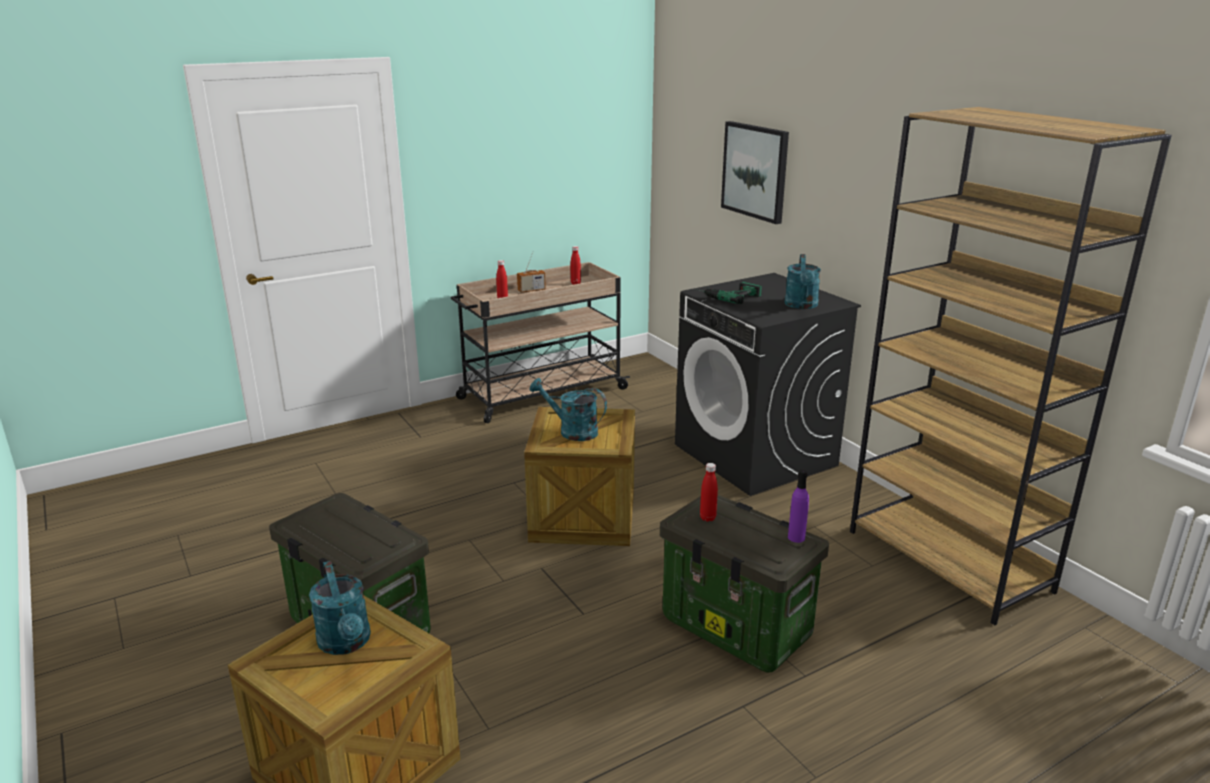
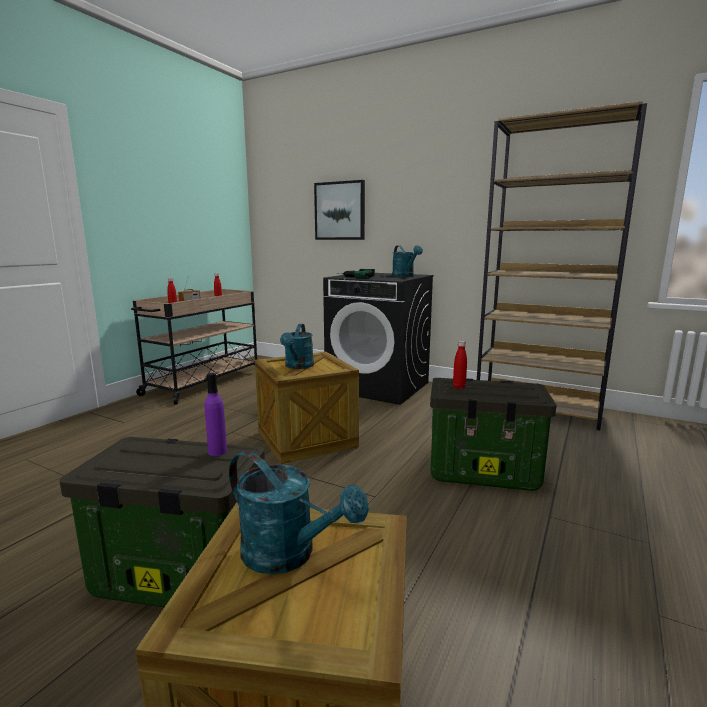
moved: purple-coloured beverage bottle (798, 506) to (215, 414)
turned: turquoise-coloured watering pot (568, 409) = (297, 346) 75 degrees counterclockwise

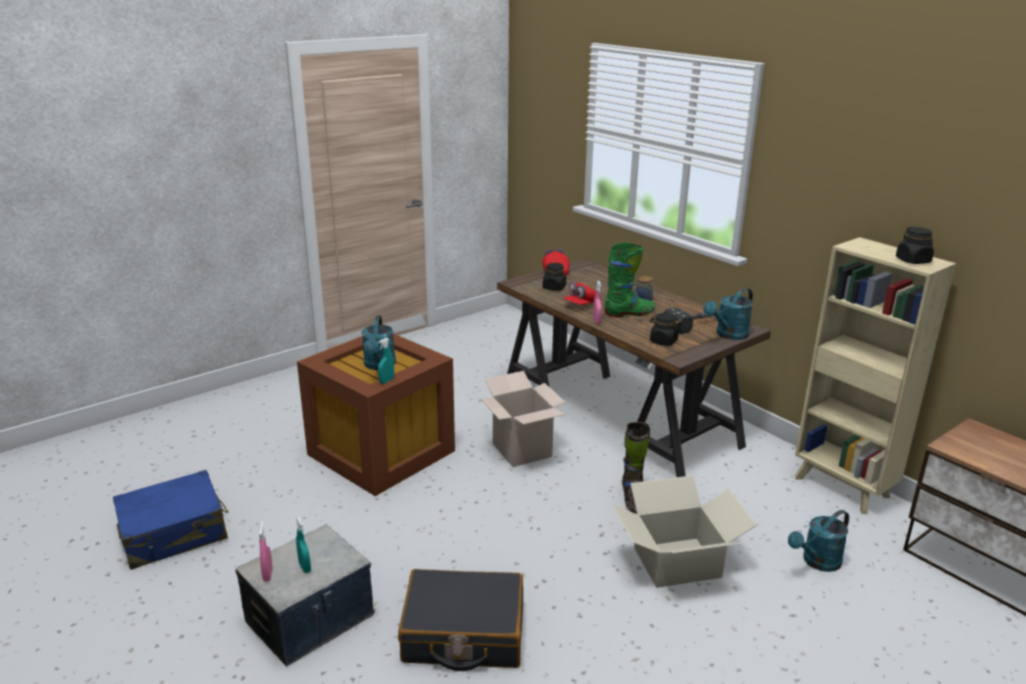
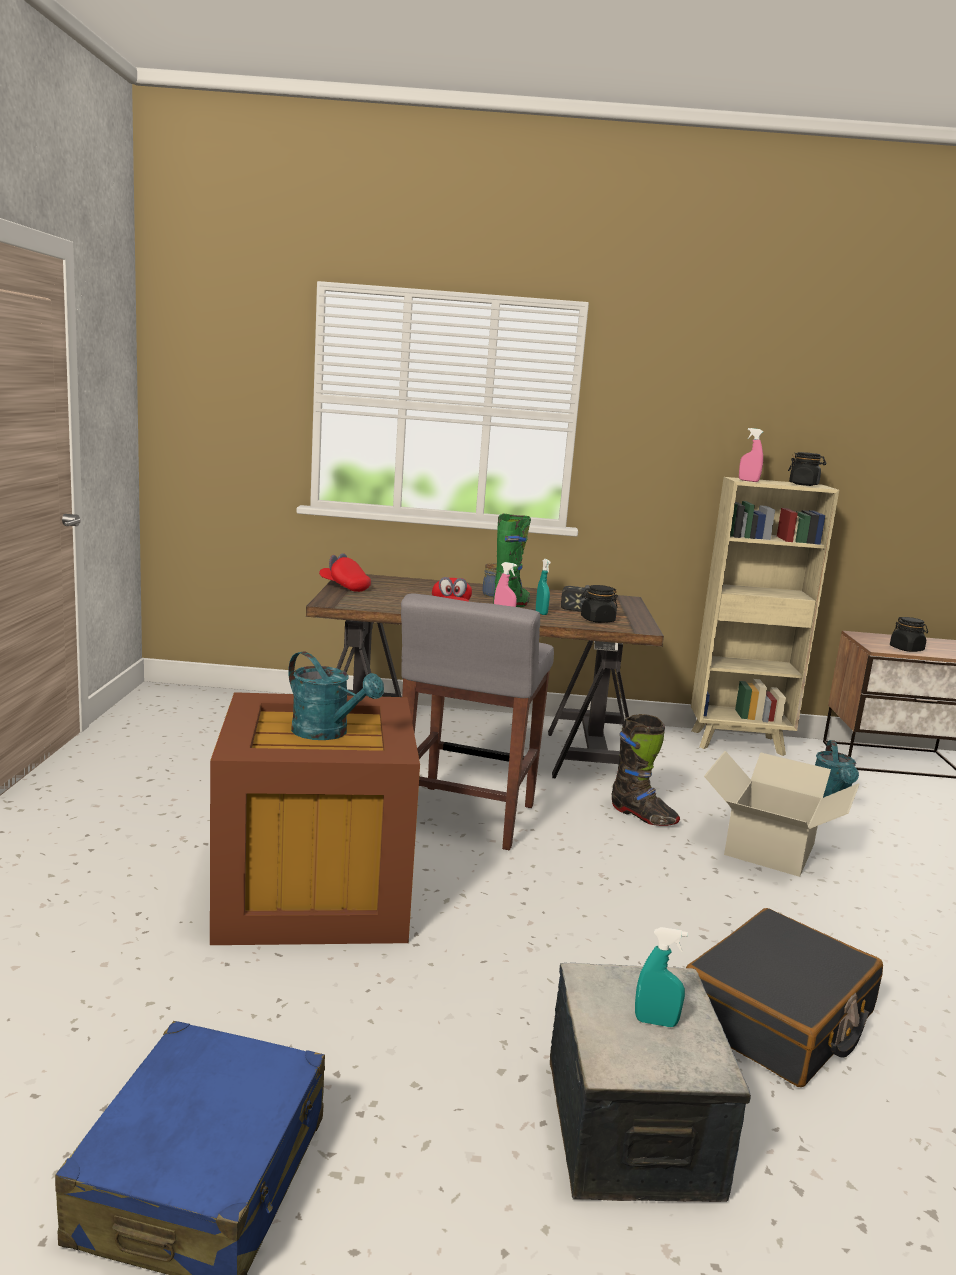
removed: turquoise-coloured watering pot (728, 314)
moved: blackish storage jar (554, 277) to (909, 634); turquoise-coloured spray bottle (386, 360) to (543, 587); pink-coloured spray bottle (266, 551) to (751, 455)
replaced: carton (523, 419) to gray stool (477, 721)

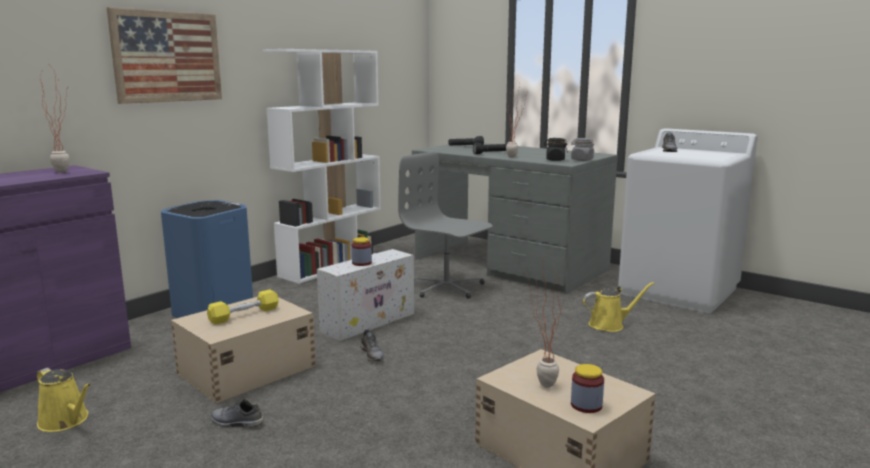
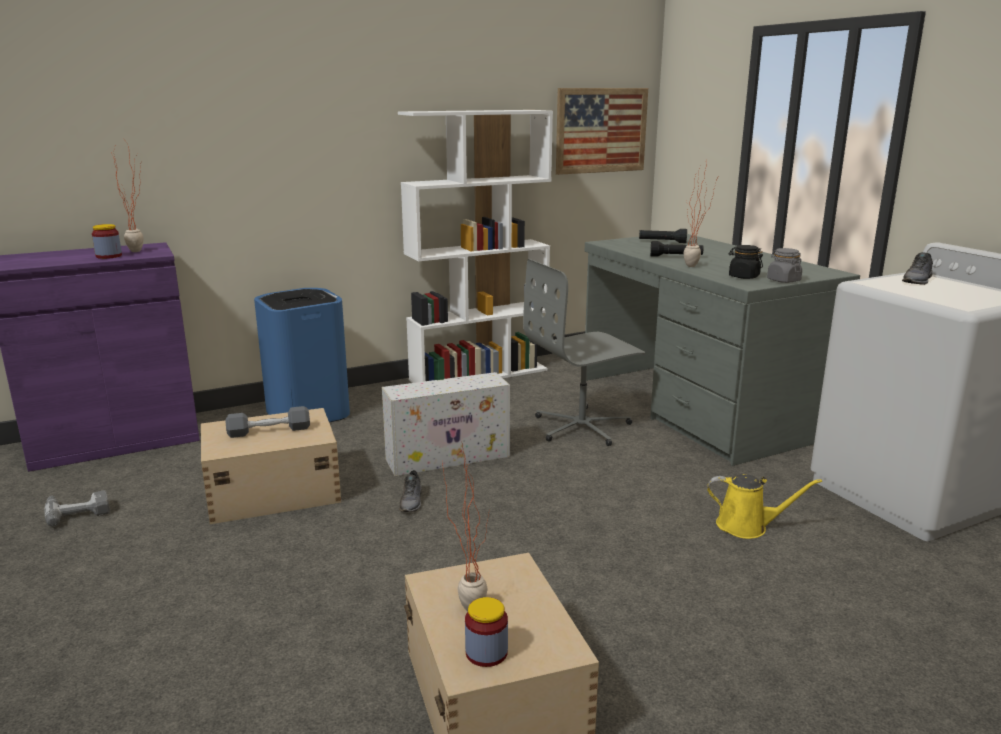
removed: gray item of footwear (237, 413)
moved: picture (164, 55) to (602, 131); storage jar (362, 251) to (107, 241)
replaced: yellow watering pot (64, 400) to electric drill (77, 508)
recoloured: yellow hand weight (243, 307) to gray hand weight (268, 422)
turned: gray desk chair (445, 224) = (584, 352) 90 degrees counterclockwise

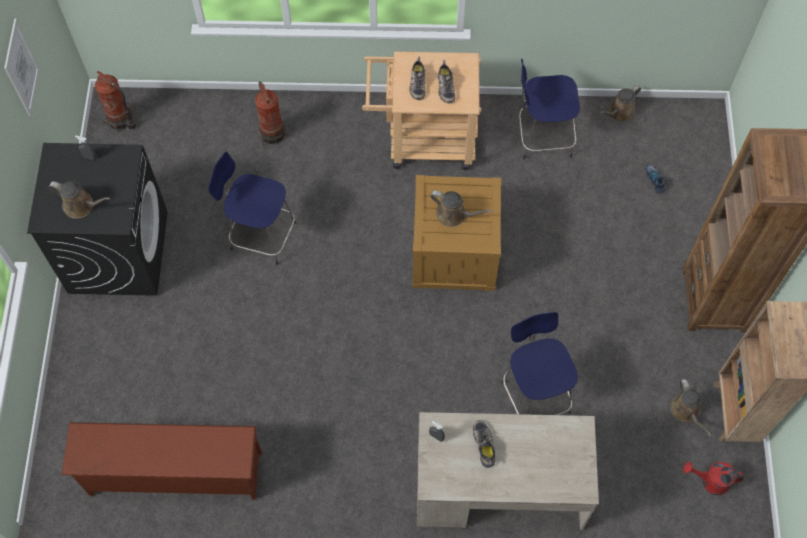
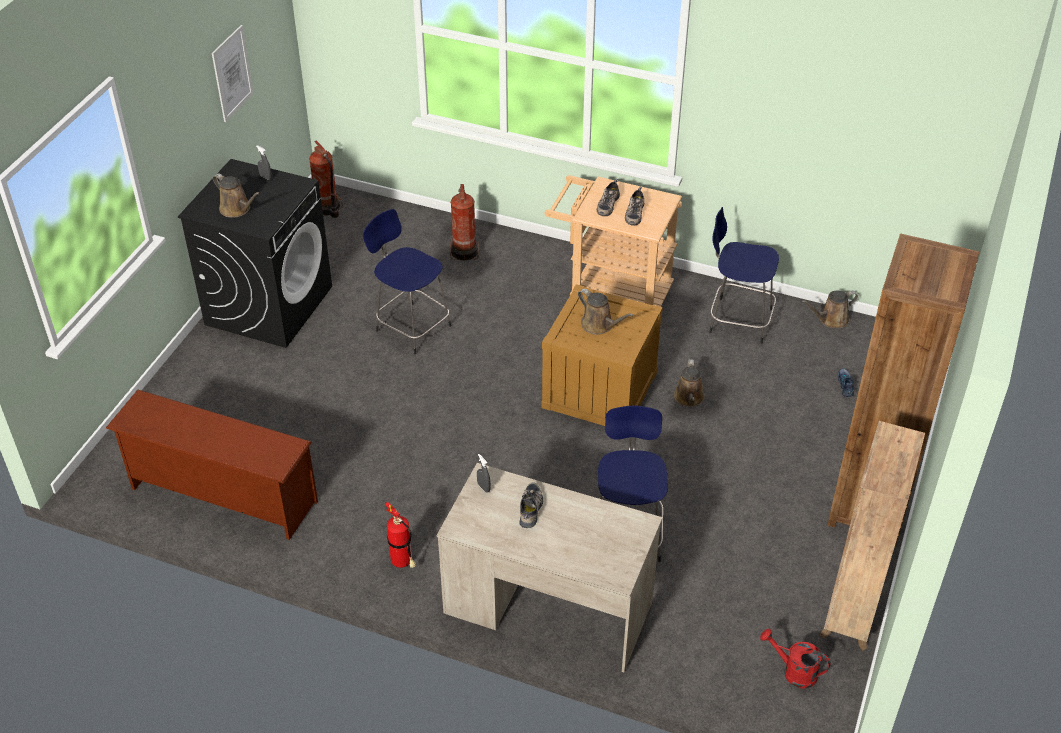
added: fire extinguisher (400, 535)
moved: brown-coloured watering pot (691, 407) to (689, 383)

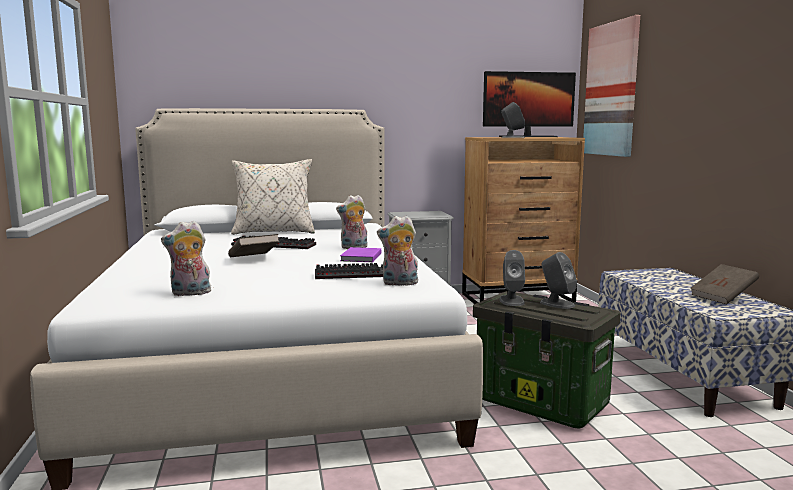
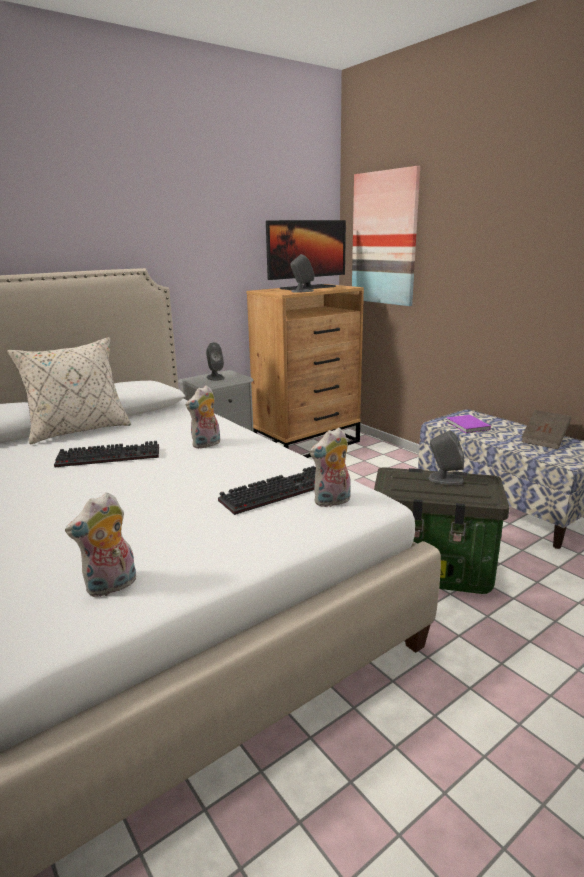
removed: brown-coloured bound book (254, 245)
moved: purple-coloured bound book (360, 254) to (468, 424); gray audio speaker (512, 278) to (215, 361)

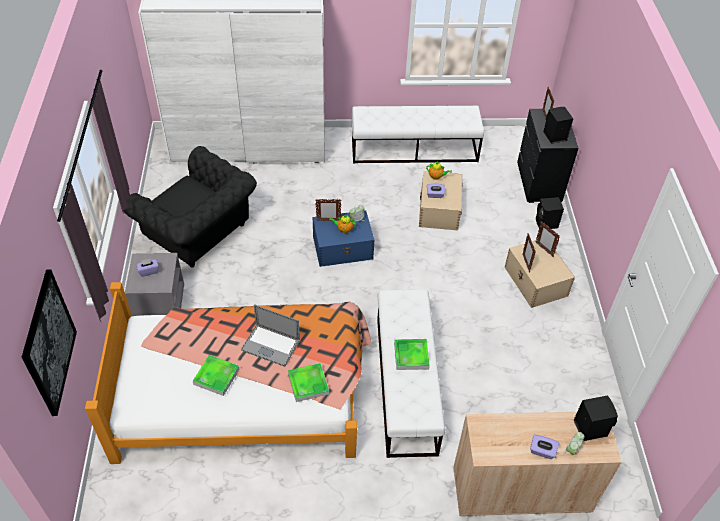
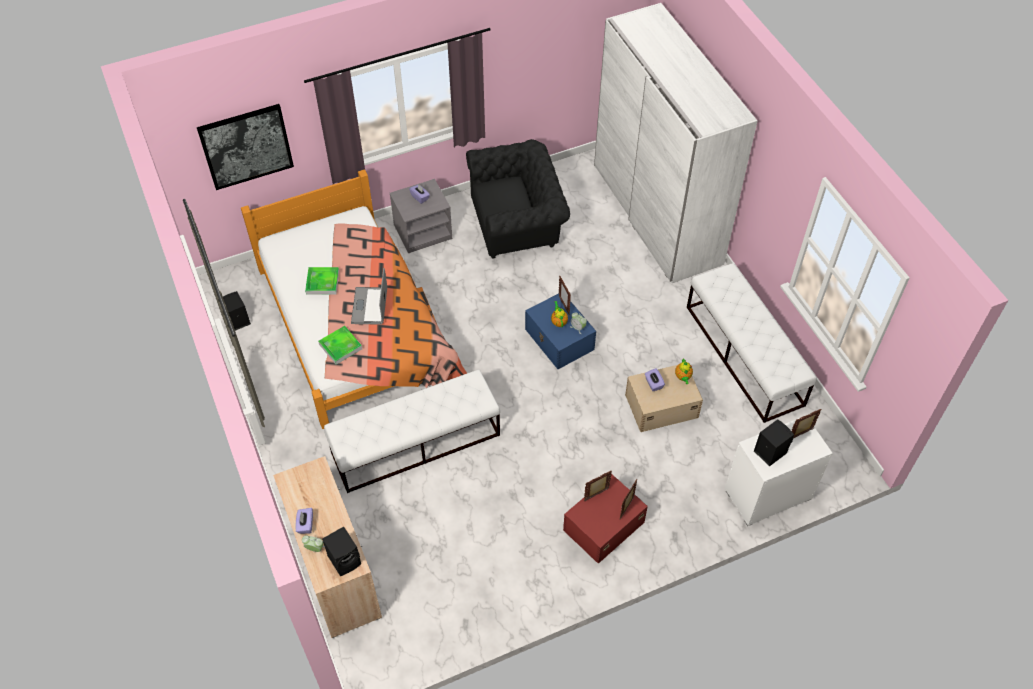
removed: carrying tray (412, 354)
moved: blackish audio speaker (550, 213) to (237, 311)
recoloured: blackish chest of drawers (548, 156) to whitish chest of drawers (779, 472); beige storage bin (540, 274) to reddish storage bin (605, 519)
turned: blackish lounge chair (190, 207) = (518, 198) 120 degrees counterclockwise

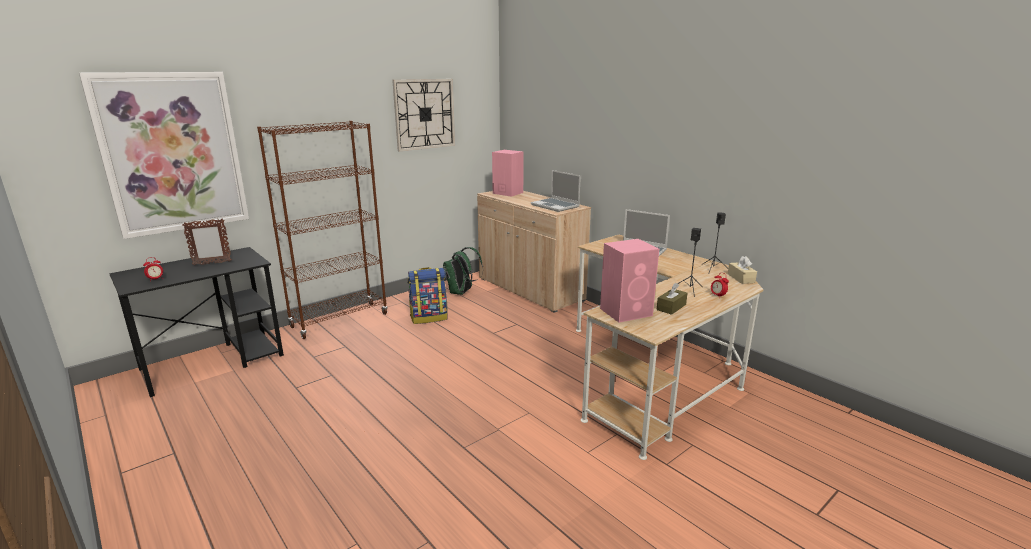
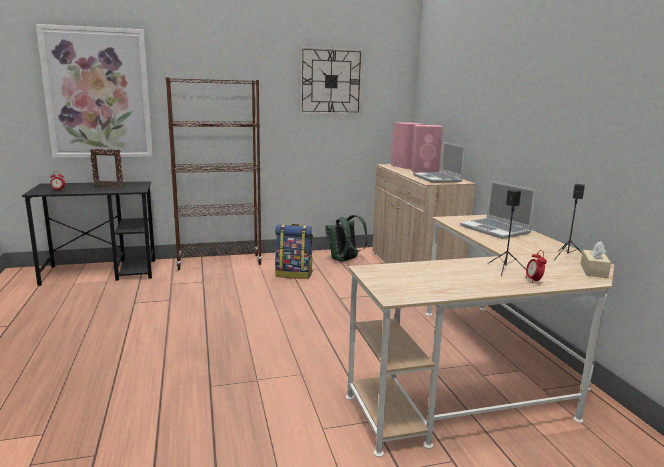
removed: brown-coloured box of tissues (672, 299)
moved: pink-coloured audio speaker (629, 281) to (427, 149)

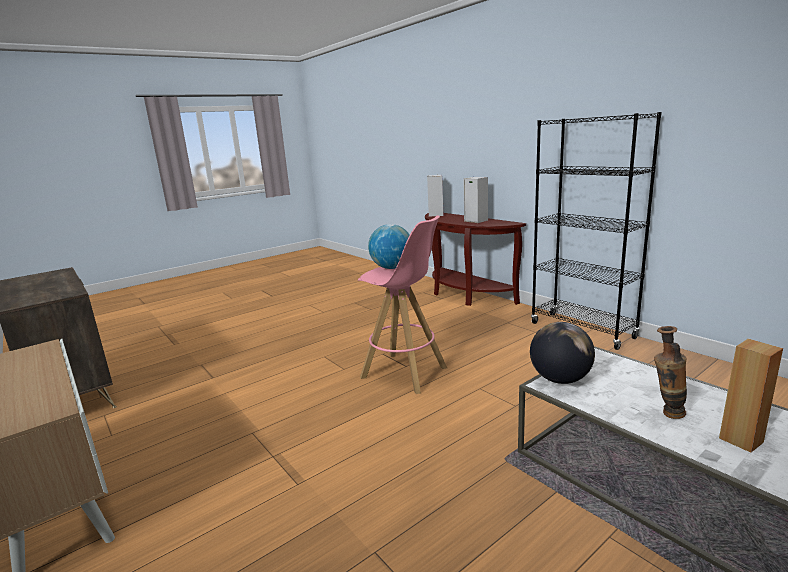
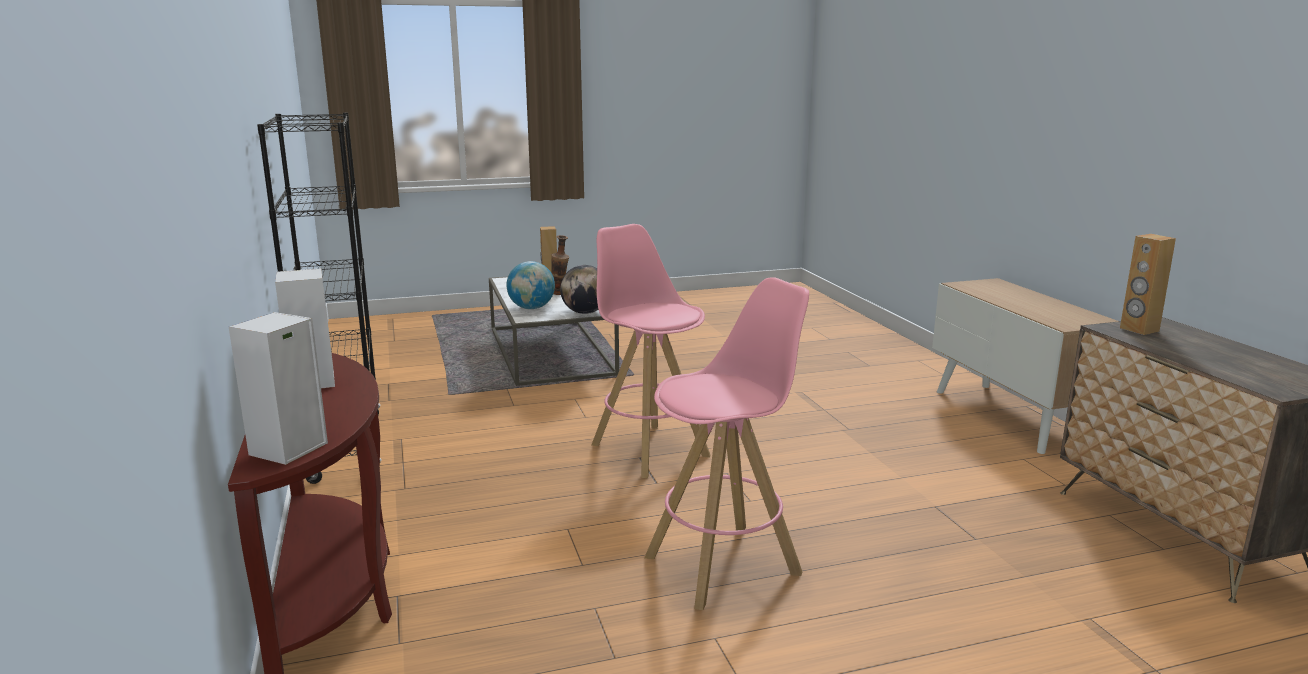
added: brown-coloured audio speaker (1148, 284); pink-coloured stool (726, 443)
moved: desk globe (389, 246) to (531, 285)

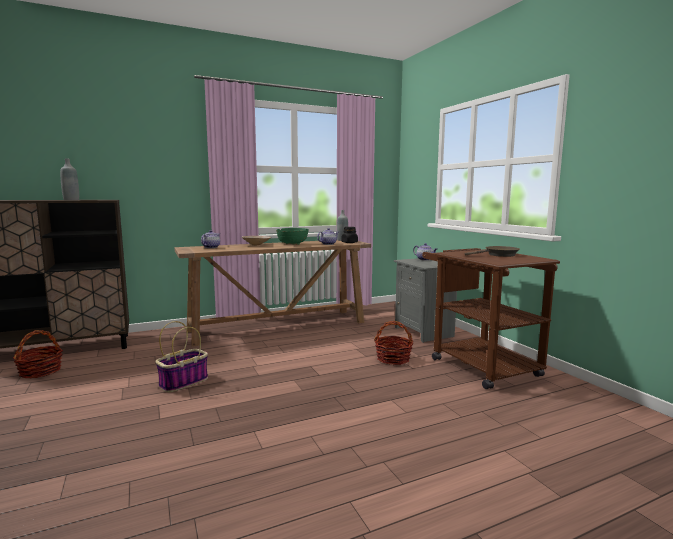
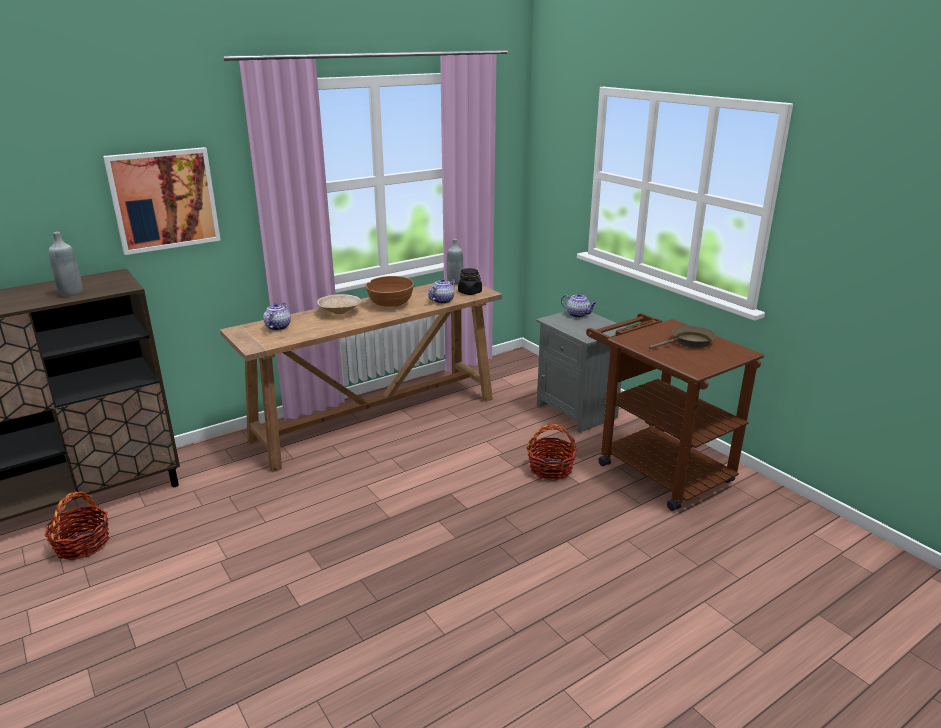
removed: household basket (181, 356)
added: picture (162, 201)
recoloured: greenish bowl (292, 236) to brown-coloured bowl (390, 291)

